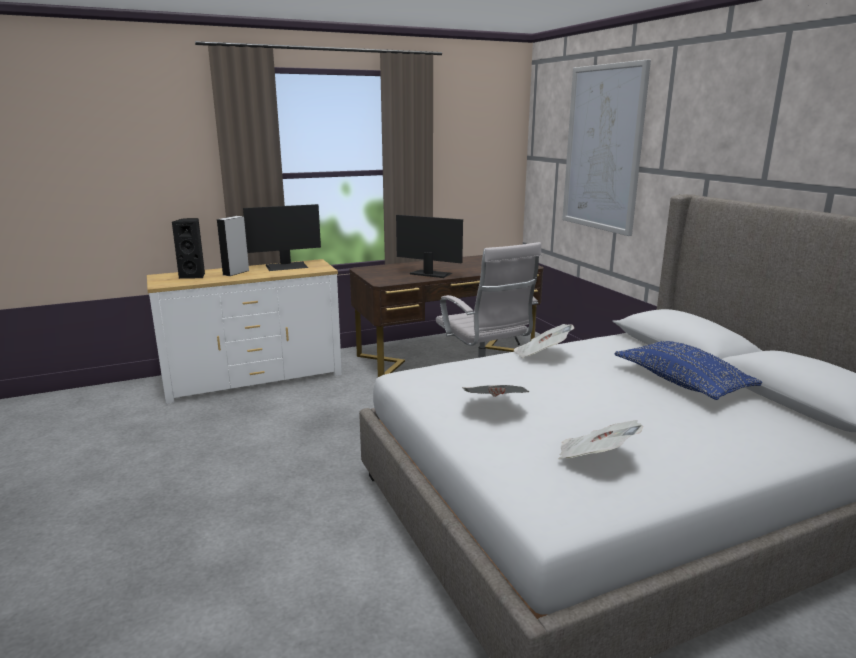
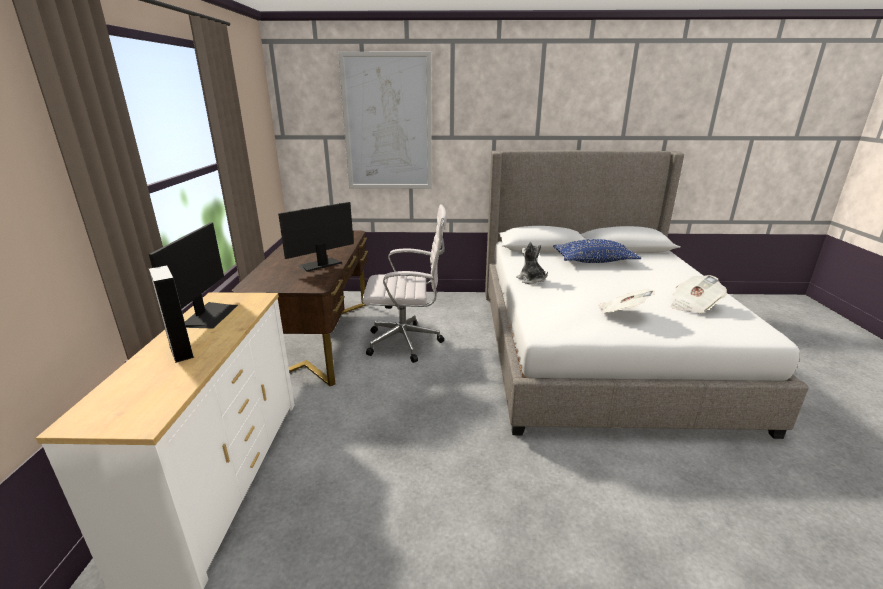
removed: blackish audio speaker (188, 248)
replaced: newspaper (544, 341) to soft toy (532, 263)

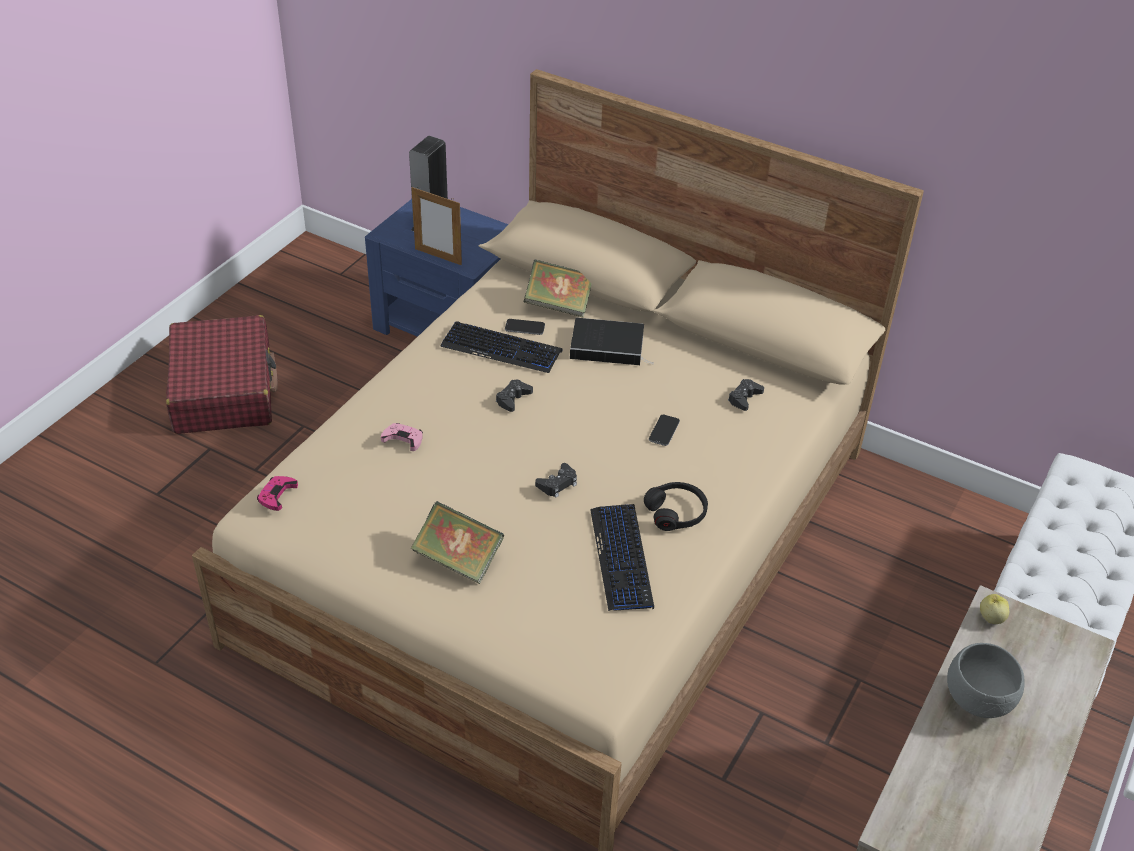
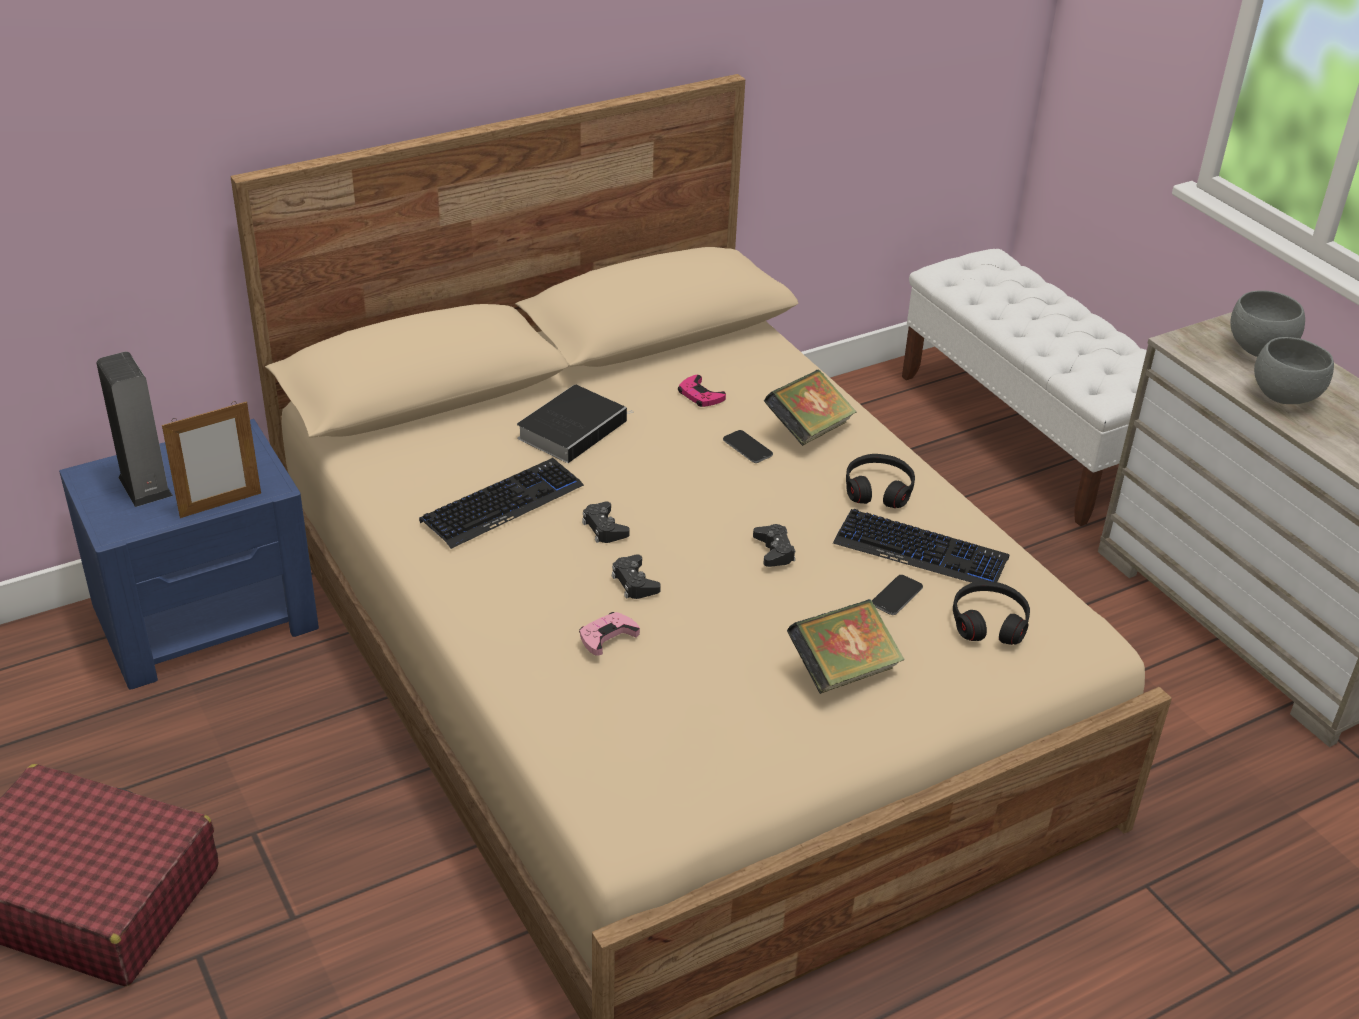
removed: apple (994, 609)
added: gray bowl (1267, 324); blackish headset (991, 613)
moved: bound book (558, 289) to (810, 408); handset (525, 327) to (897, 595); blackish game controller (746, 395) to (636, 576); pink-coloured game controller (277, 493) to (702, 391)

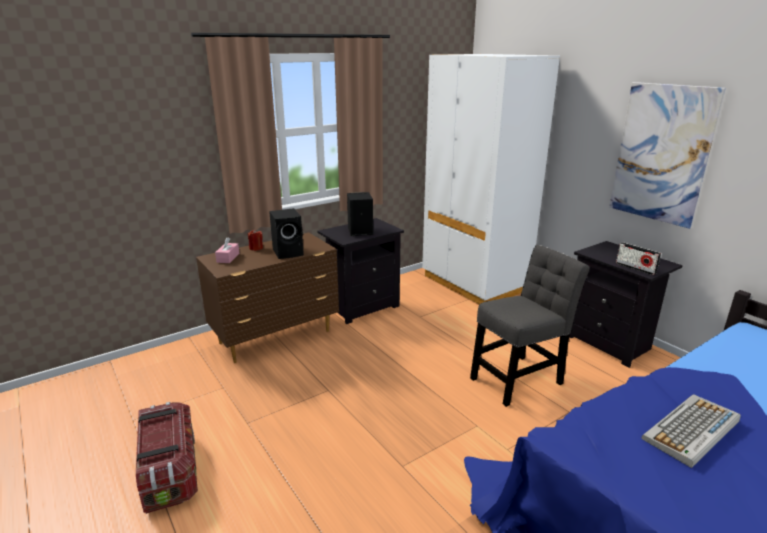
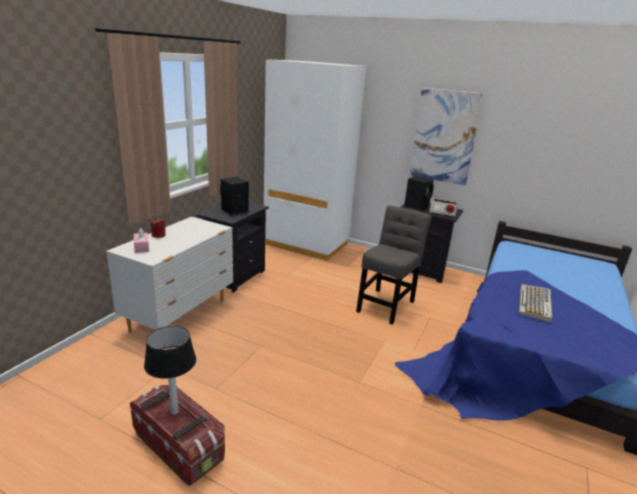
added: table lamp (170, 370)
moved: blackish audio speaker (286, 233) to (419, 193)
recoloured: brown-coloured chest of drawers (267, 297) to whitish chest of drawers (169, 275)

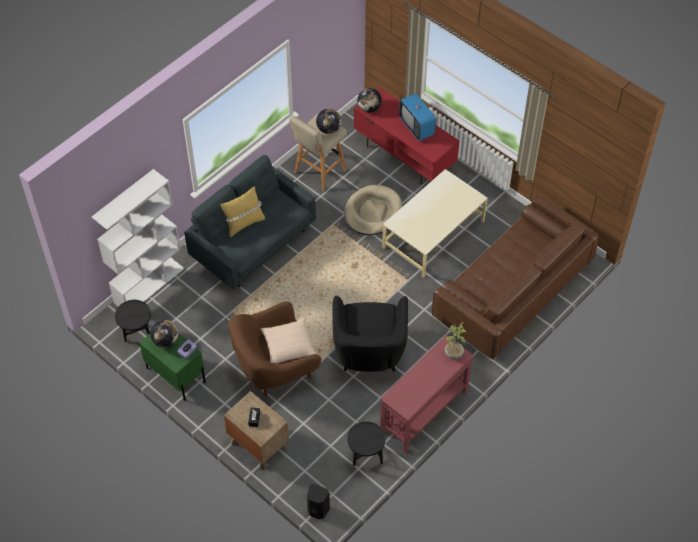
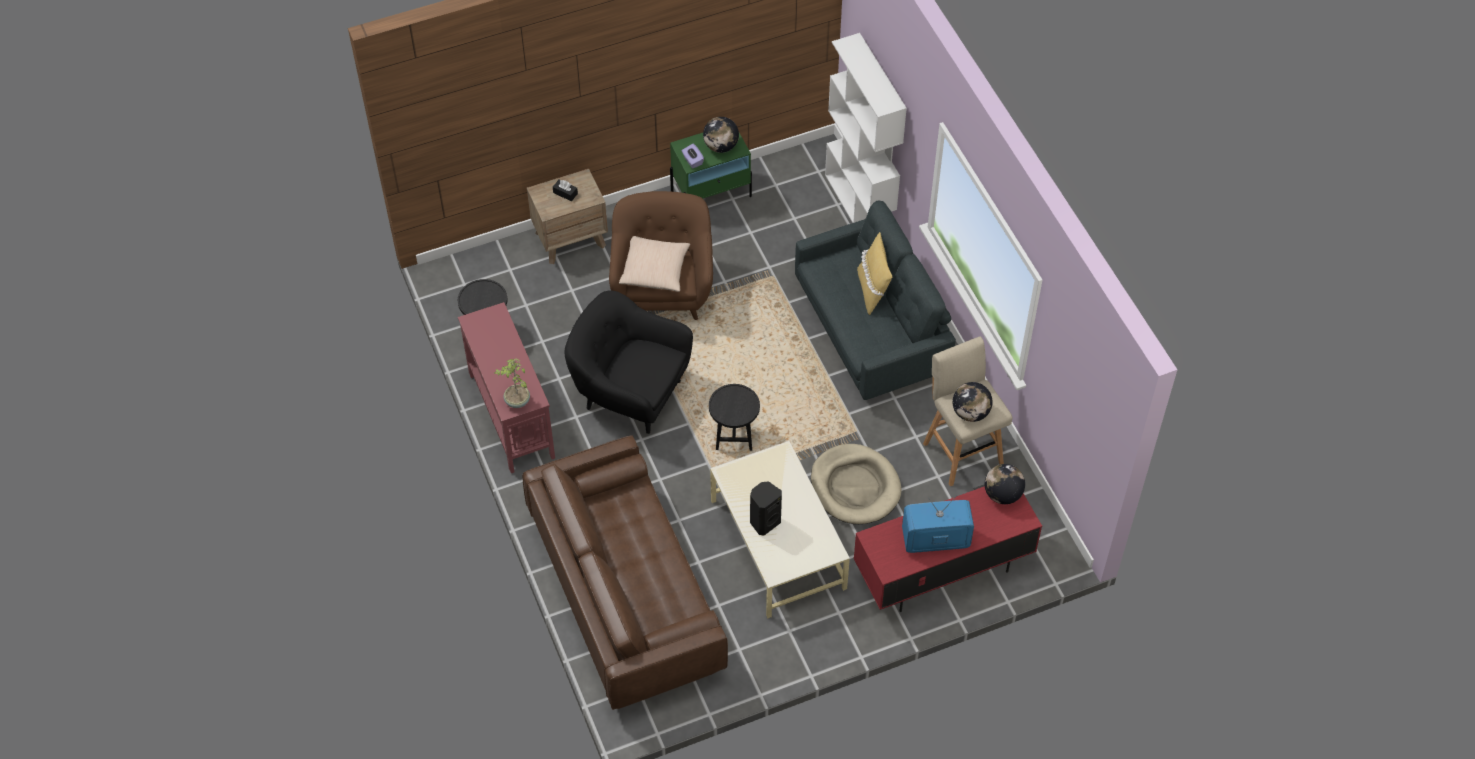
moved: blackish accent table (133, 321) to (734, 417); blackish audio speaker (318, 501) to (766, 508)

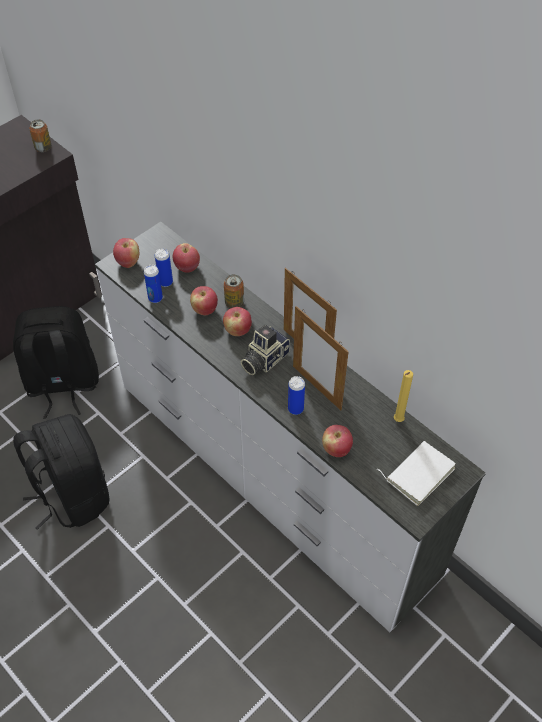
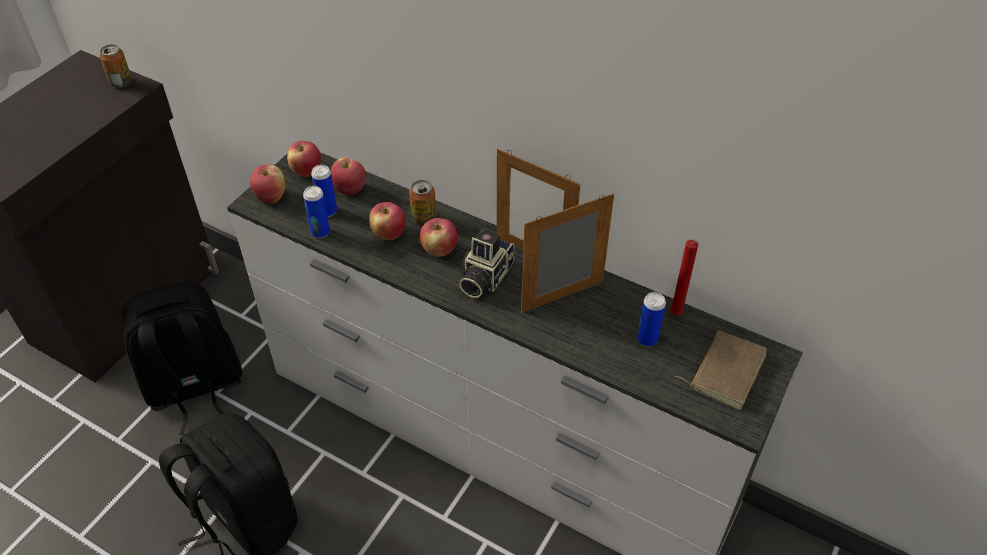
moved: can (296, 395) to (651, 319); apple (337, 441) to (304, 159)
recoloured: yellow candle (403, 396) to reddish candle (684, 277); whitish bound book (416, 473) to brown-coloured bound book (721, 370)
turned: photo frame (321, 358) = (567, 252) 120 degrees clockwise

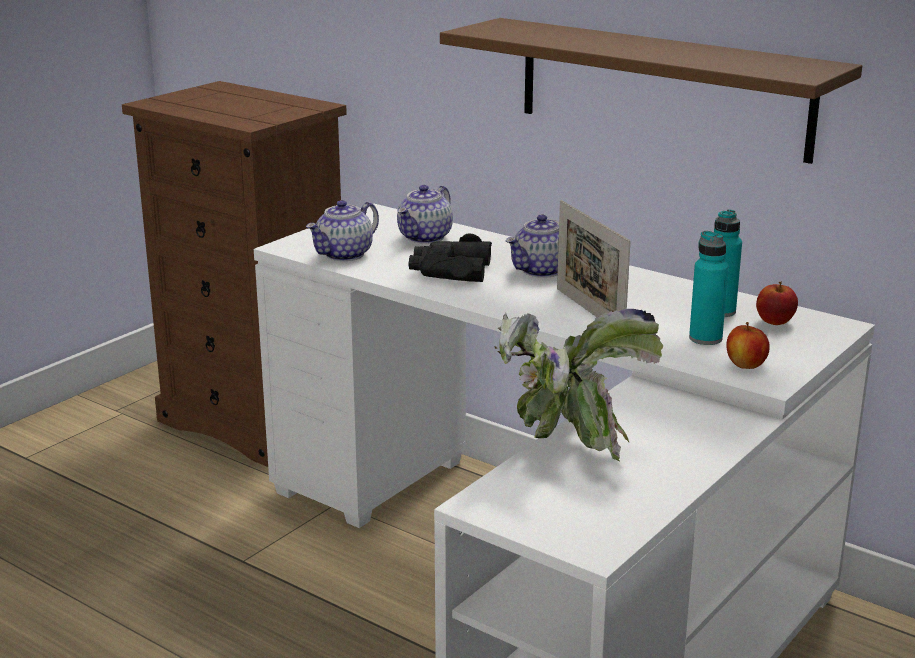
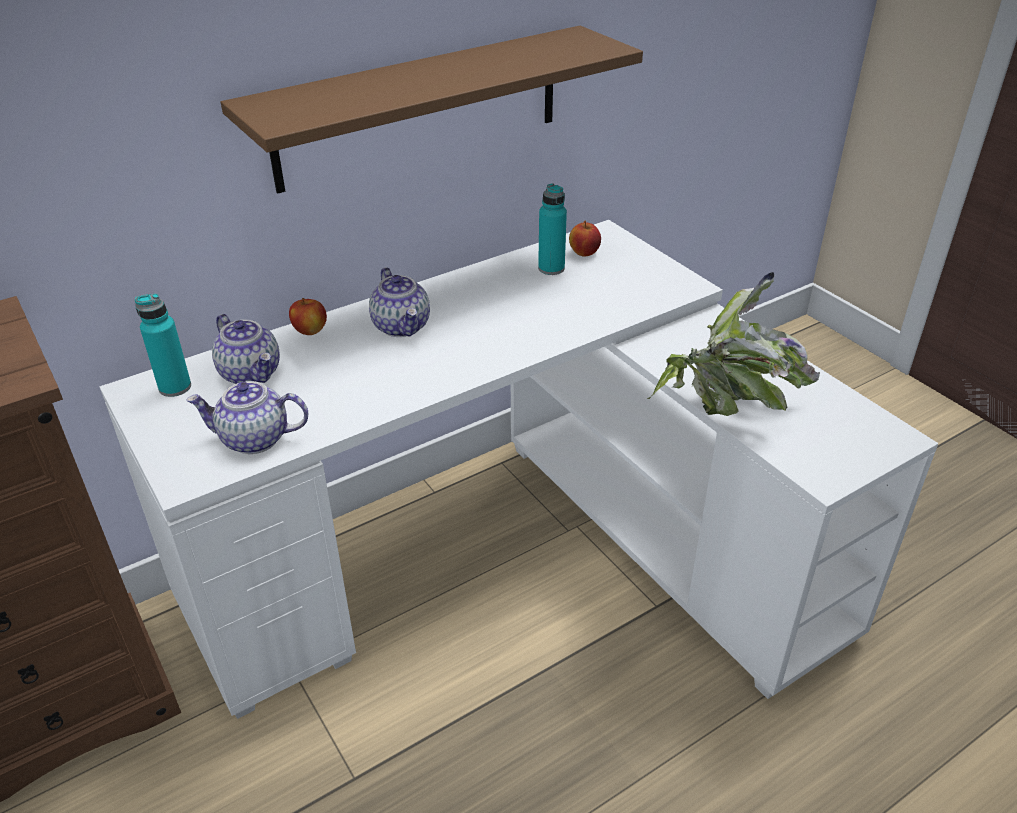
removed: photo frame (593, 259); blackish pair of binoculars (450, 257)
moved: turquoise-coloured beverage bottle (709, 288) to (163, 345); apple (748, 345) to (308, 316)
turned: tea pot (342, 230) = (247, 417) 120 degrees clockwise

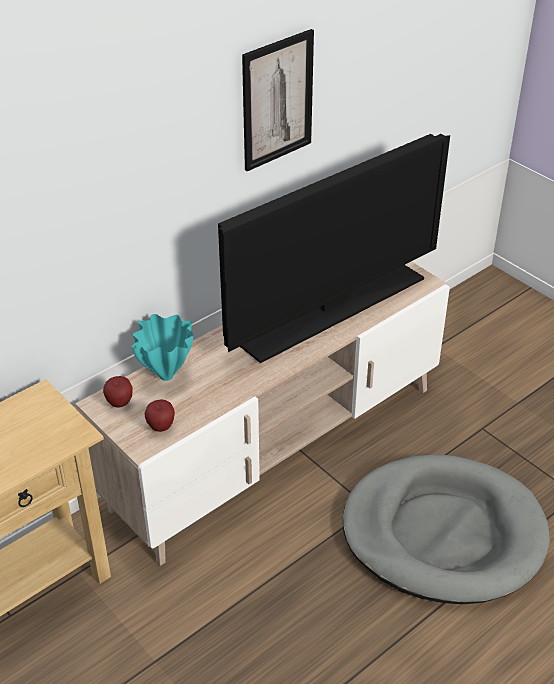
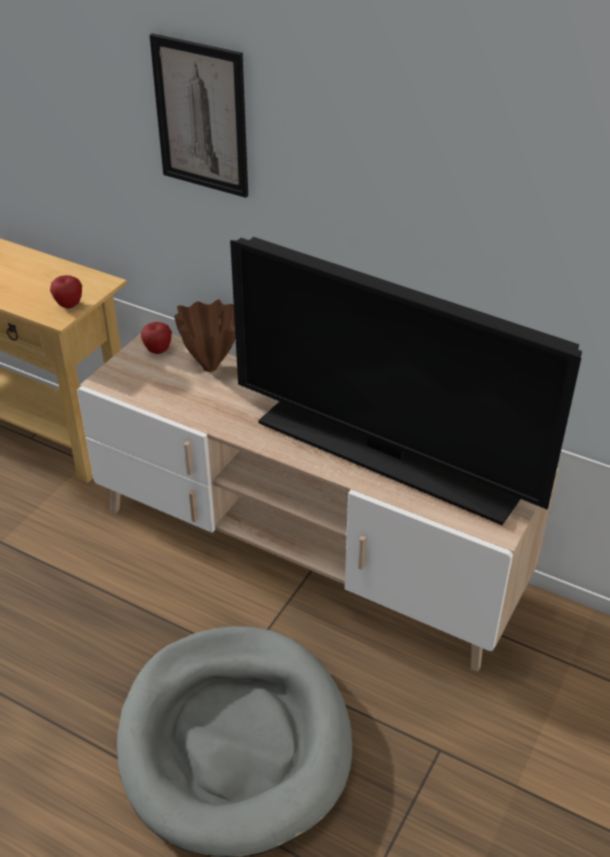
moved: picture (278, 100) to (198, 115); apple (159, 415) to (66, 291)
recoloured: turquoise-coloured vase (163, 347) to brown-coloured vase (205, 336)

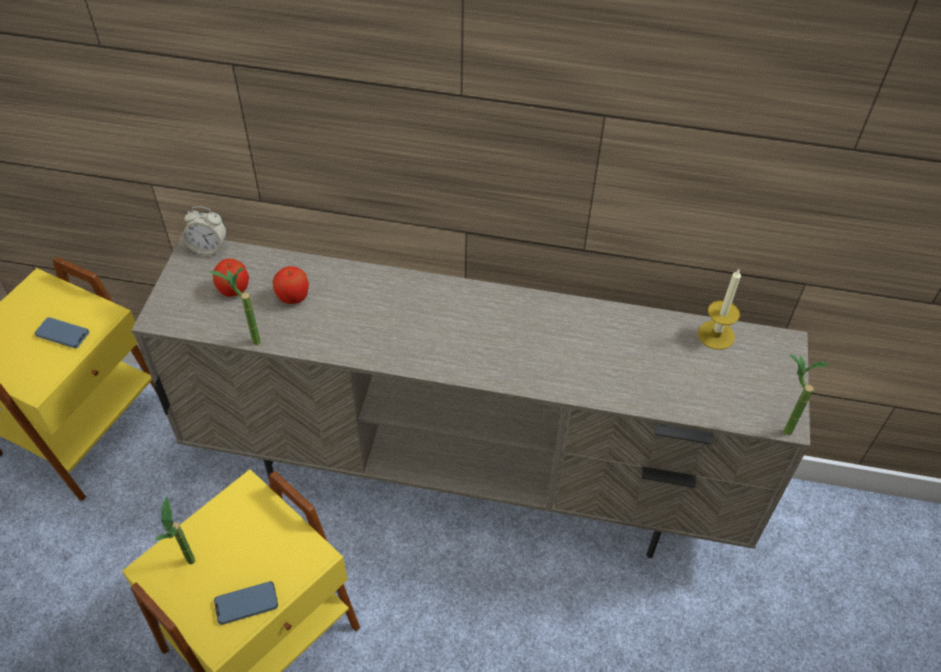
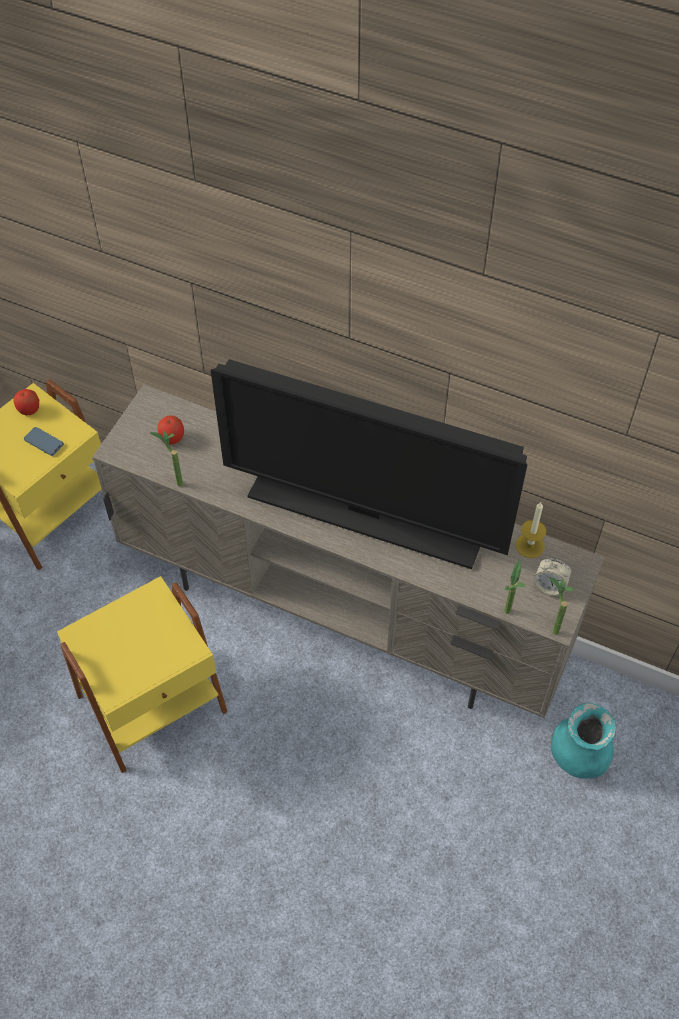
removed: handset (246, 603)
added: TV set (369, 464); turquoise-coloured vase (583, 741)
moved: table clock (204, 231) to (552, 577); apple (291, 285) to (26, 402); potted plant (175, 530) to (515, 586)

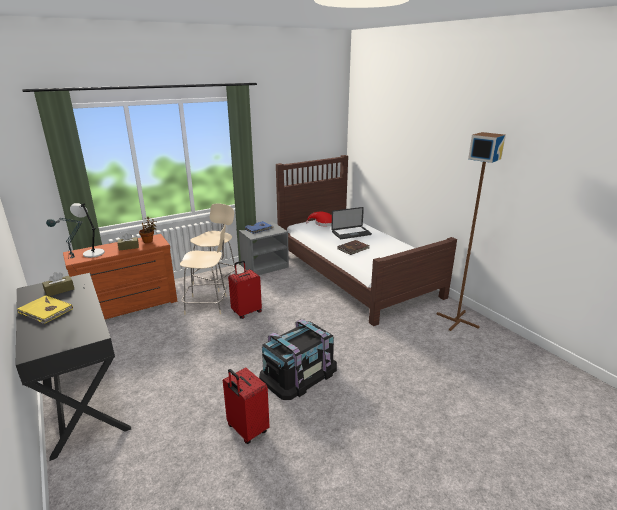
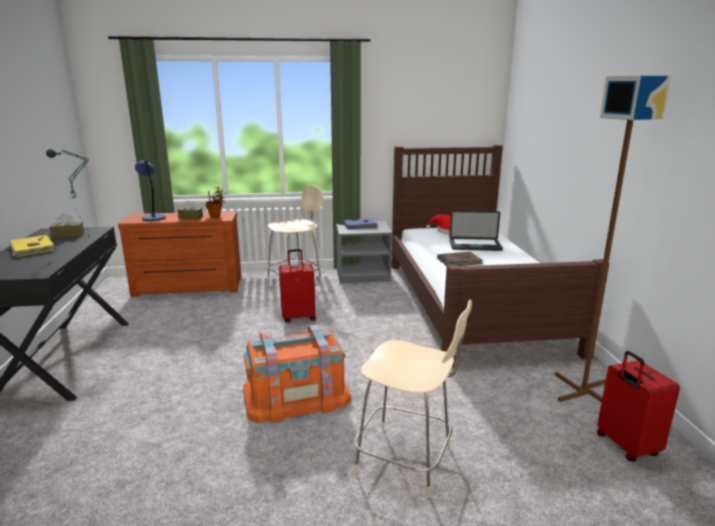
moved: beige upright chair (203, 270) to (413, 398); reddish suitcase (246, 405) to (638, 406)
recoloured: gray table lamp (87, 230) to blue table lamp (150, 190); blackish storage bin (298, 359) to orange storage bin (297, 374)

